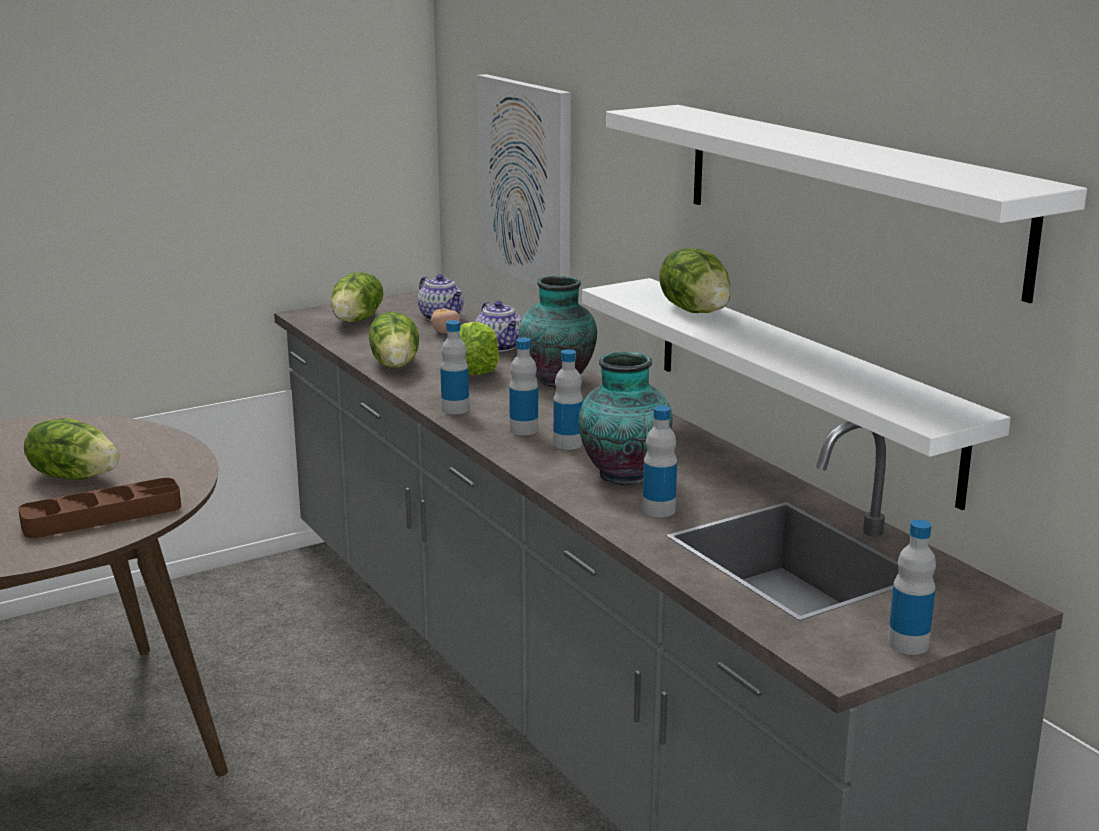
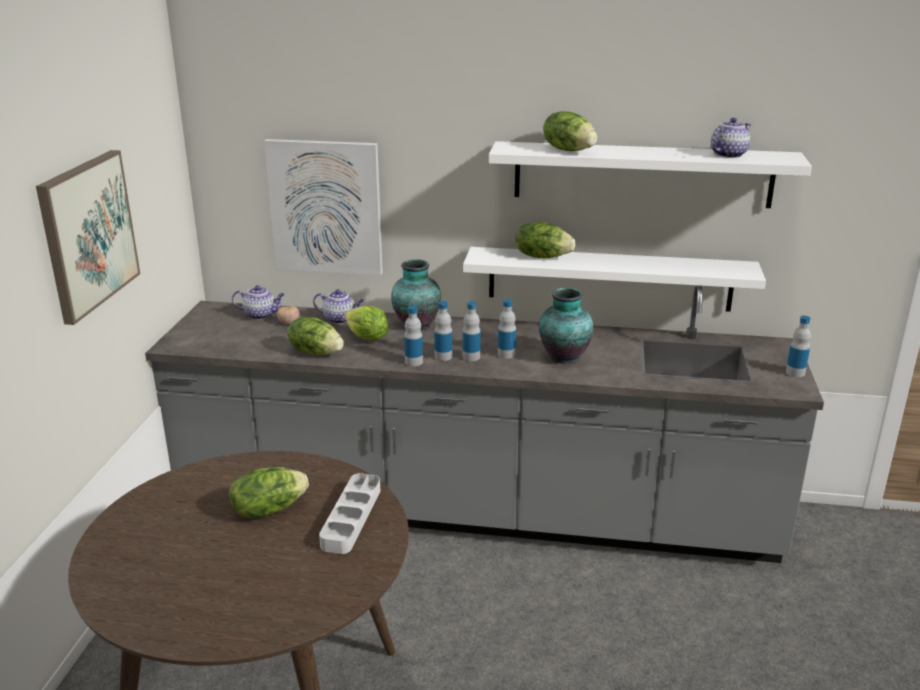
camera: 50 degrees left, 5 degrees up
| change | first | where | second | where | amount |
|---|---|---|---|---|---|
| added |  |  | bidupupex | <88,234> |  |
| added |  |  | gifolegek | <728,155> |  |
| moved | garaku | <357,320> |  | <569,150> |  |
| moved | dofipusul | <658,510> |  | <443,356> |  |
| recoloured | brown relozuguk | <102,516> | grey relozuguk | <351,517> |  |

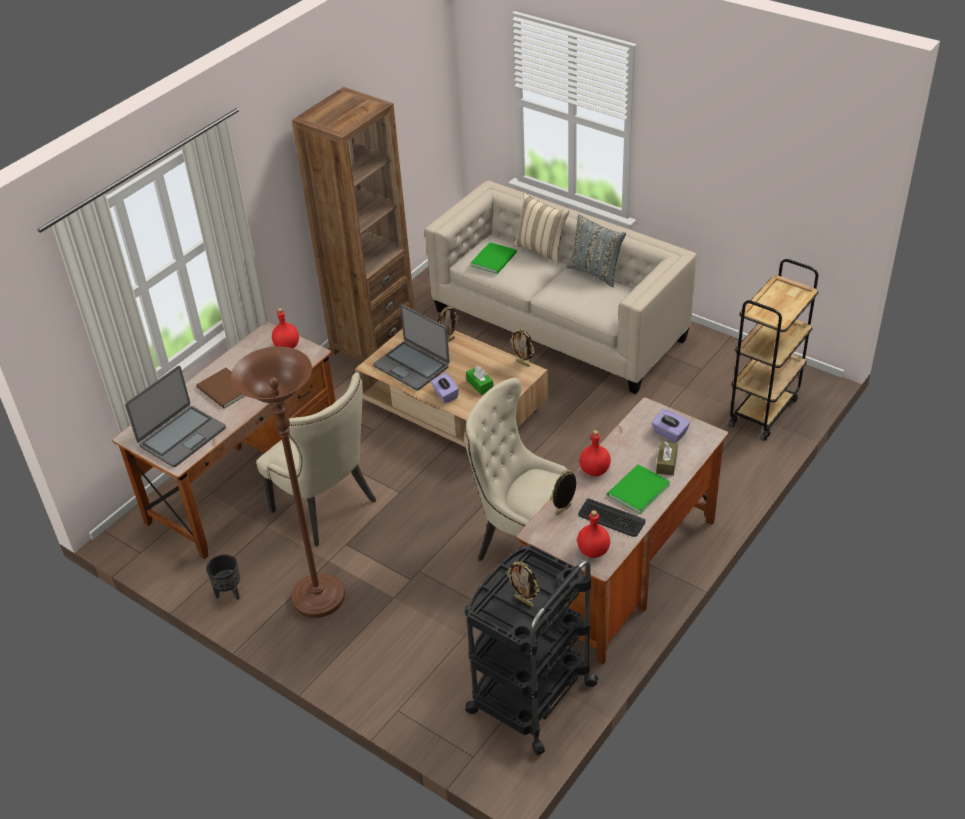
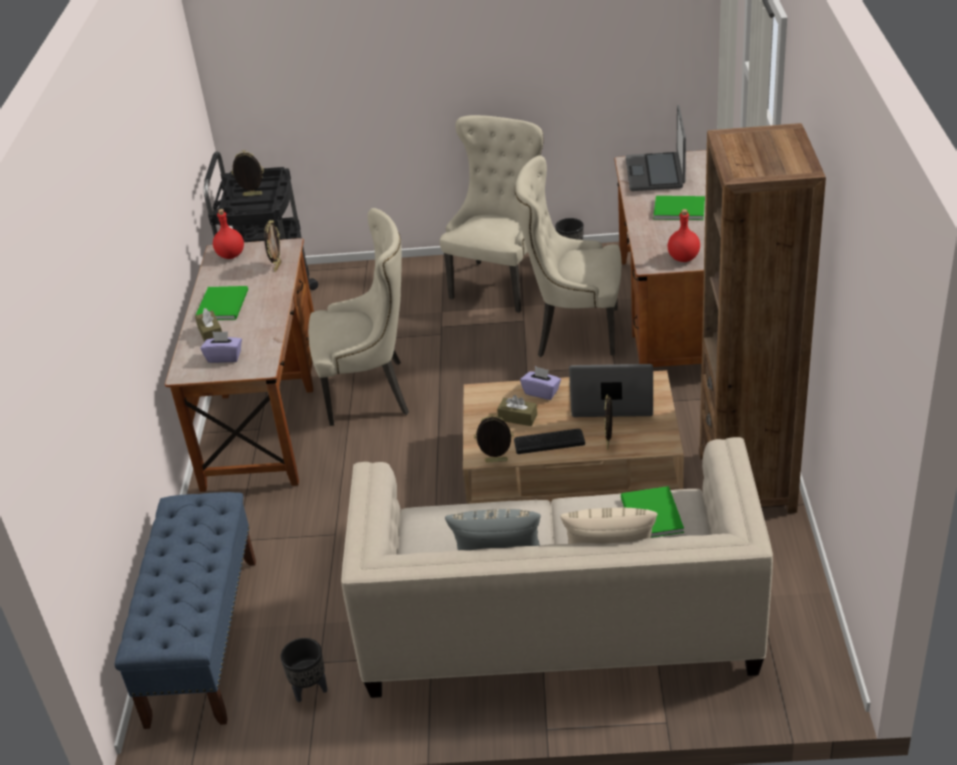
camera: 145 degrees right, 5 degrees down
| change | first | where | second | where | amount |
|---|---|---|---|---|---|
| removed | red dofipusul | <595,470> |  |  |  |
| added |  |  | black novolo | <309,690> |  |
| moved | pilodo | <611,518> |  | <549,441> |  |
| replaced | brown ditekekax | <318,598> | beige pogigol | <499,285> |  |
| replaced | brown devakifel | <764,414> | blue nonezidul | <203,639> |  |
| recoloured | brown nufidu | <224,391> | green nufidu | <677,209> |  |
| recoloured | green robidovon | <479,385> | brown robidovon | <517,417> |  |

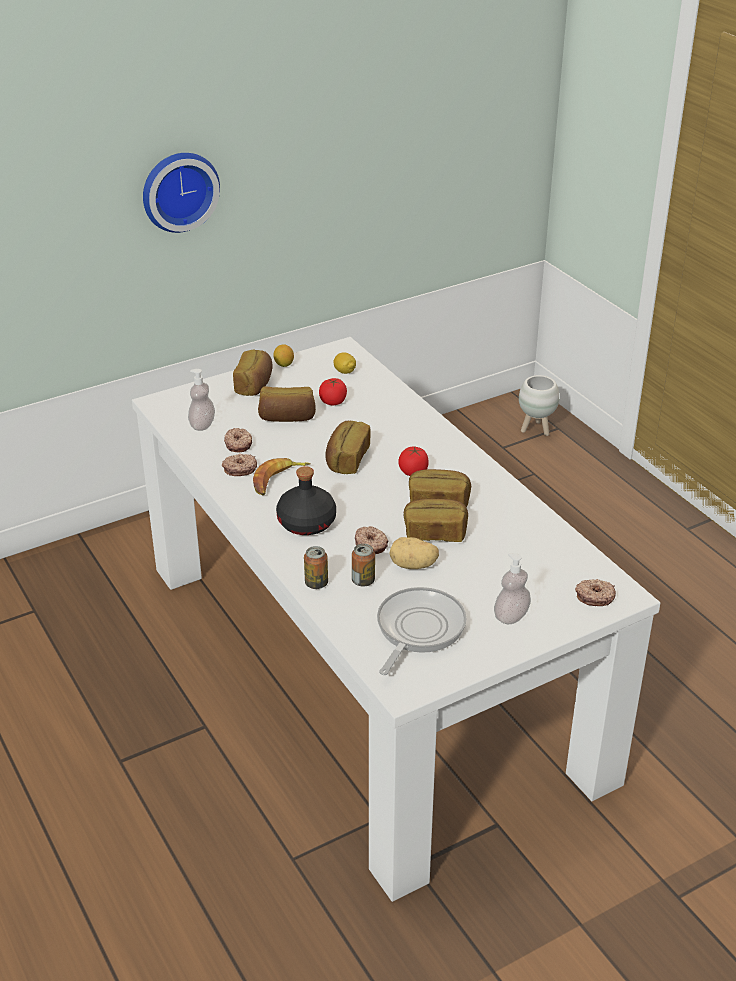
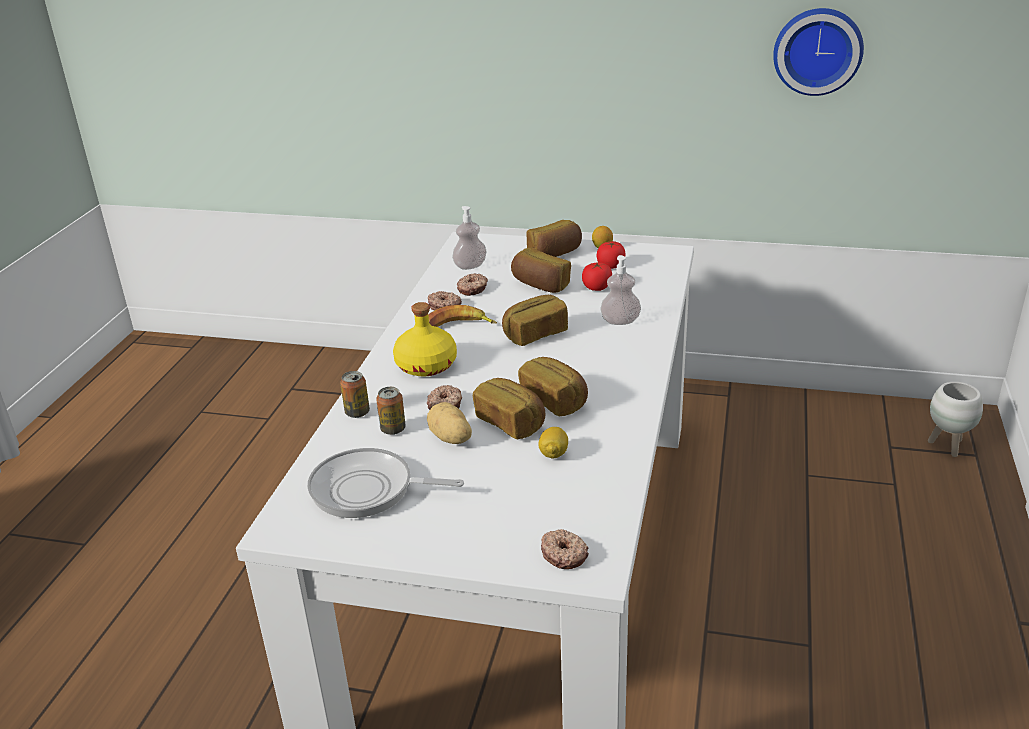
camera: 45 degrees right, 5 degrees down
| change | first | where | second | where | amount |
|---|---|---|---|---|---|
| moved | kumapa | <178,190> |  | <817,50> |  |
| moved | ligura | <344,371> |  | <553,454> |  |
| moved | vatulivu | <413,472> |  | <611,266> |  |
| moved | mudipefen | <511,616> |  | <620,321> |  |
| recoloured | black dofipusul | <307,522> | yellow dofipusul | <427,365> |  |
| turned | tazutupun | <418,629> |  | <368,490> | 150 degrees counterclockwise |

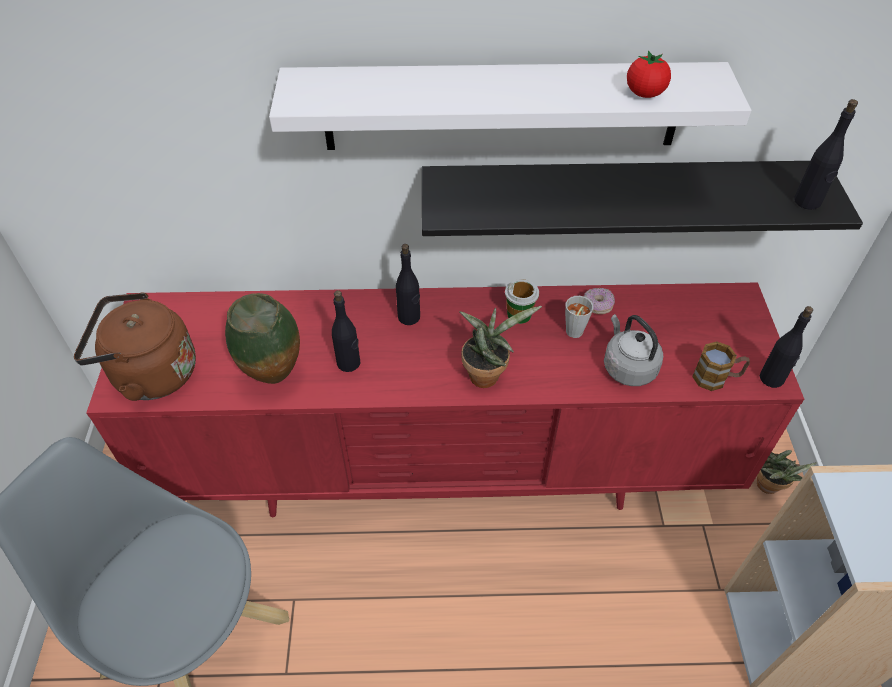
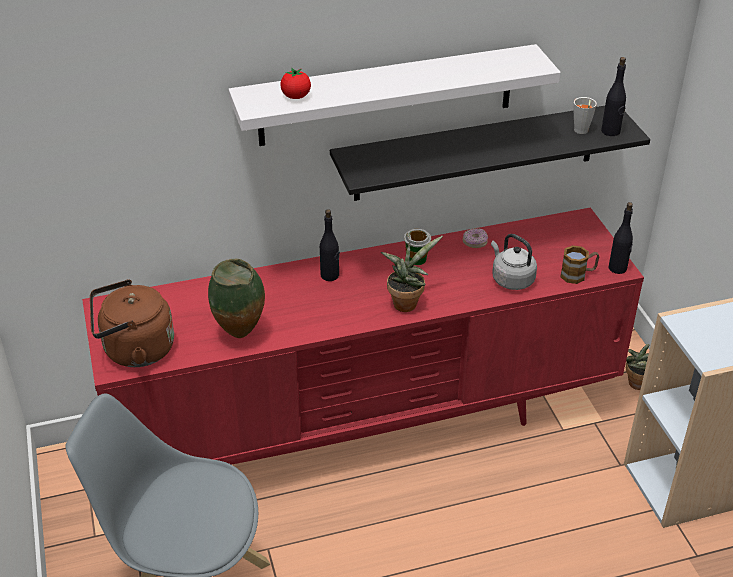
camera: 15 degrees left, 10 degrees down
| change | first | where | second | where | amount |
|---|---|---|---|---|---|
| removed | black dofipusul | <349,363> |  |  |  |
| moved | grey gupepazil | <572,334> |  | <580,132> |  |
| moved | vatulivu | <644,94> |  | <296,96> |  |

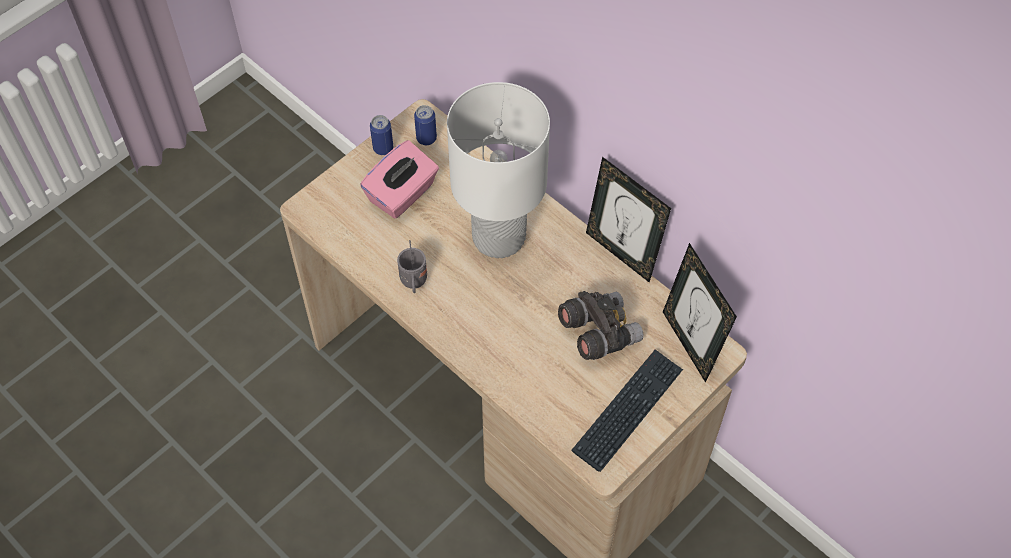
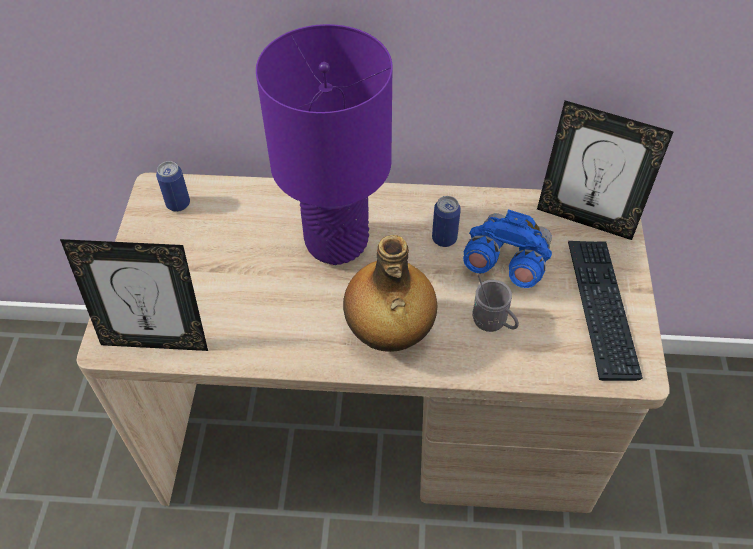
camera: 40 degrees left, 5 degrees down
| change | first | where | second | where | amount |
|---|---|---|---|---|---|
| removed | pink robidovon | <402,194> |  |  |  |
| added |  |  | dofipusul | <388,334> |  |
| moved | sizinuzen | <383,148> |  | <444,239> |  |
| moved | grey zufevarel | <414,283> |  | <493,323> |  |
| moved | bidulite | <622,253> |  | <156,340> |  |
| recoloured | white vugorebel | <500,240> | purple vugorebel | <337,244> |  |
| recoloured | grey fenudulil | <598,333> | blue fenudulil | <505,262> |  |

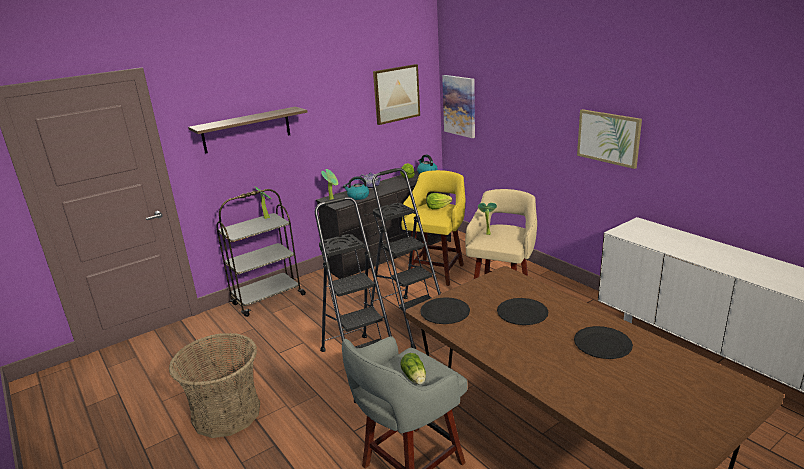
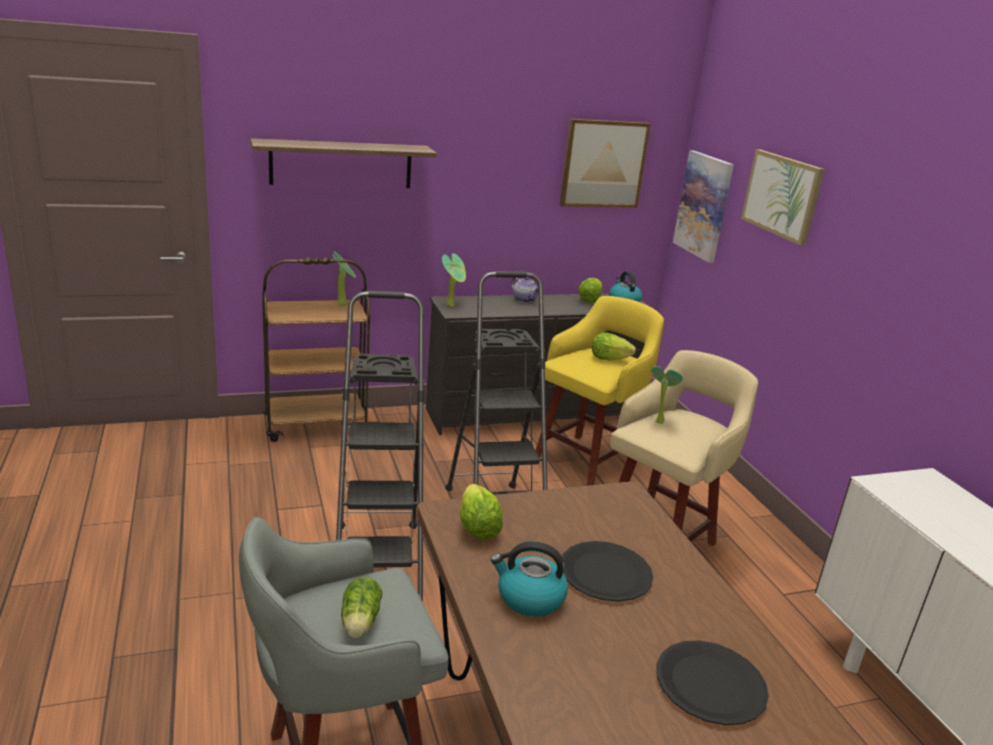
camera: 15 degrees right, 0 degrees up
| change | first | where | second | where | amount |
|---|---|---|---|---|---|
| removed | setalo | <226,413> |  |  |  |
| moved | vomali | <358,197> |  | <529,598> |  |
| moved | bidupupex | <608,137> |  | <782,195> |  |
| replaced | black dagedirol | <445,312> | garaku | <477,528> |  |
| recoloured | grey devakifel | <267,300> | brown devakifel | <317,427> |  |

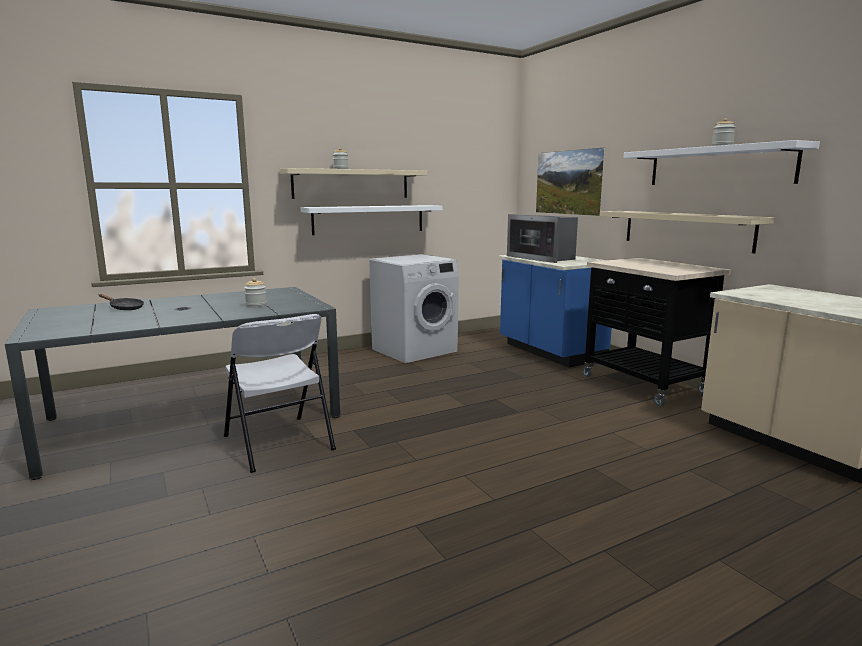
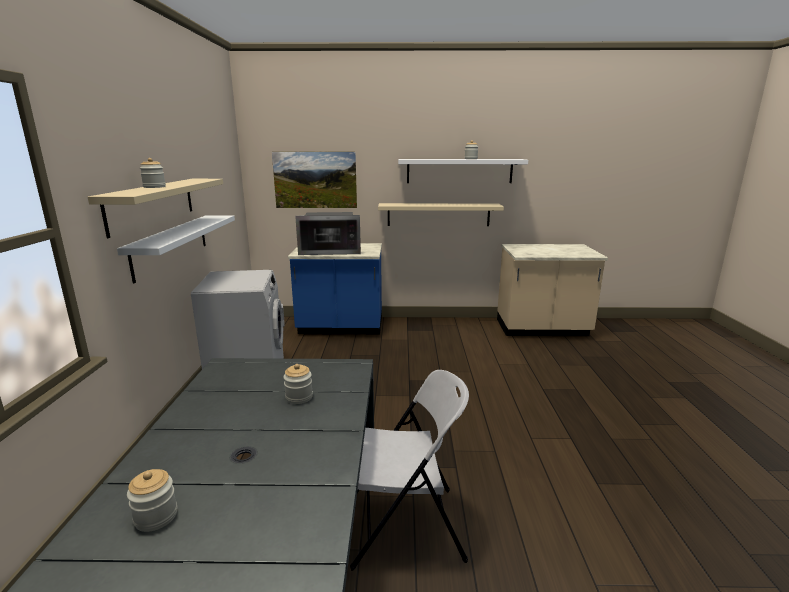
camera: 60 degrees left, 5 degrees up
| change | first | where | second | where | amount |
|---|---|---|---|---|---|
| removed | black devakifel | <644,385> |  |  |  |
| replaced | black tazutupun | <124,308> | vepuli | <156,516> |  |

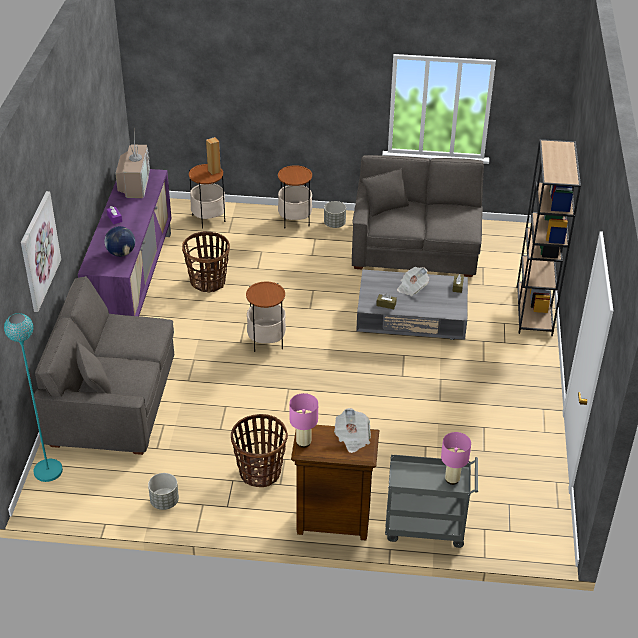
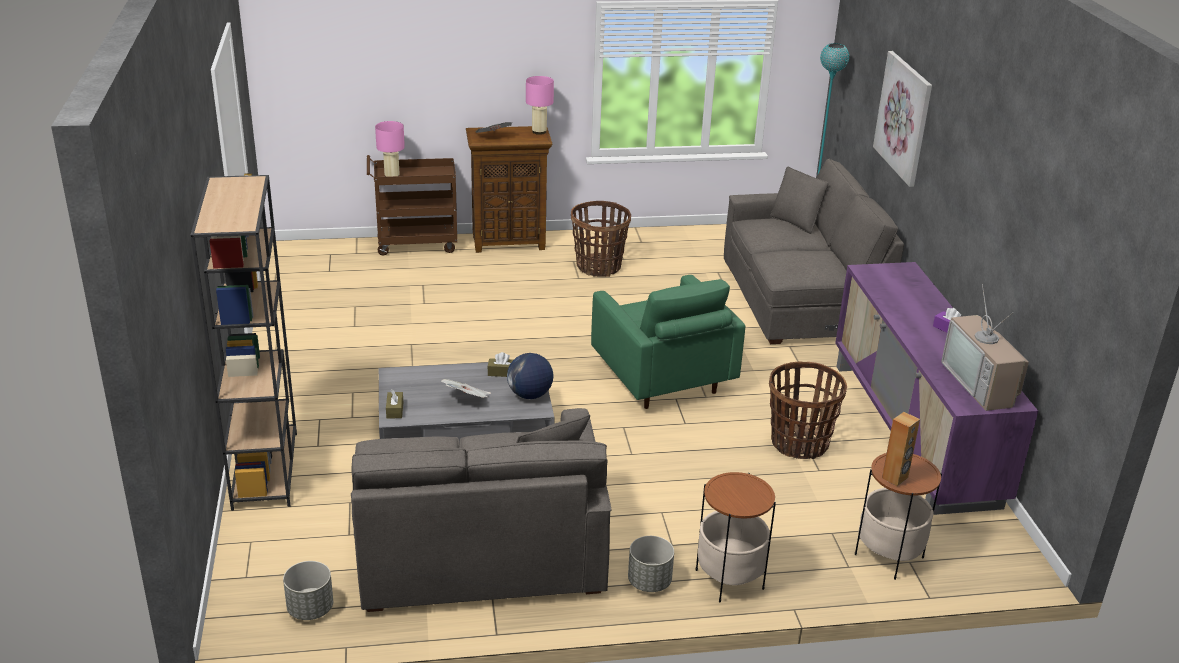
camera: 165 degrees right, 10 degrees down
| change | first | where | second | where | amount |
|---|---|---|---|---|---|
| moved | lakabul | <121,253> |  | <530,395> |  |
| moved | grey novolo | <164,501> |  | <310,609> |  |
| replaced | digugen | <266,340> | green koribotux | <662,379> |  |
| recoloured | grey devakifel | <427,531> | brown devakifel | <414,246> |  |

